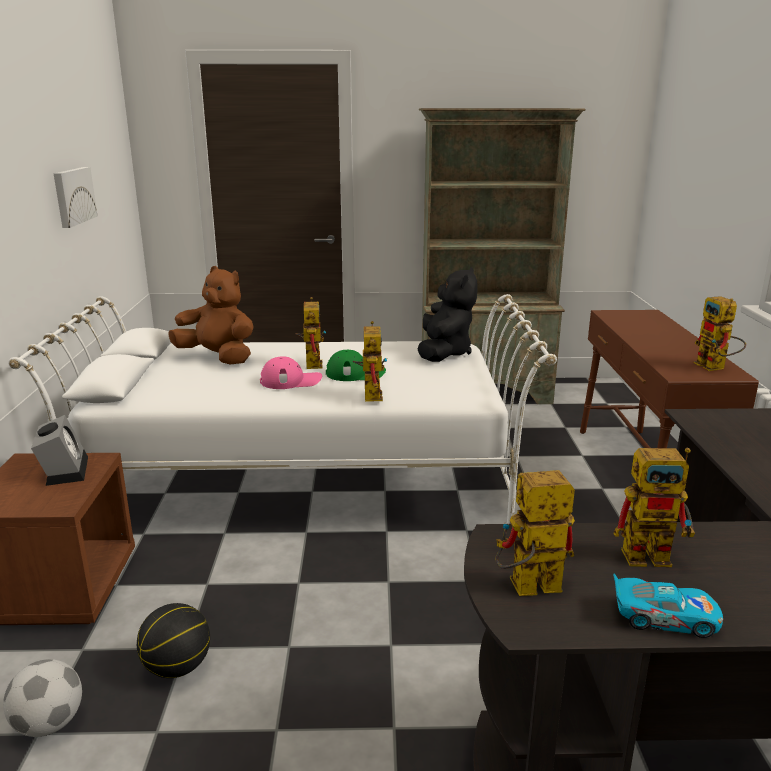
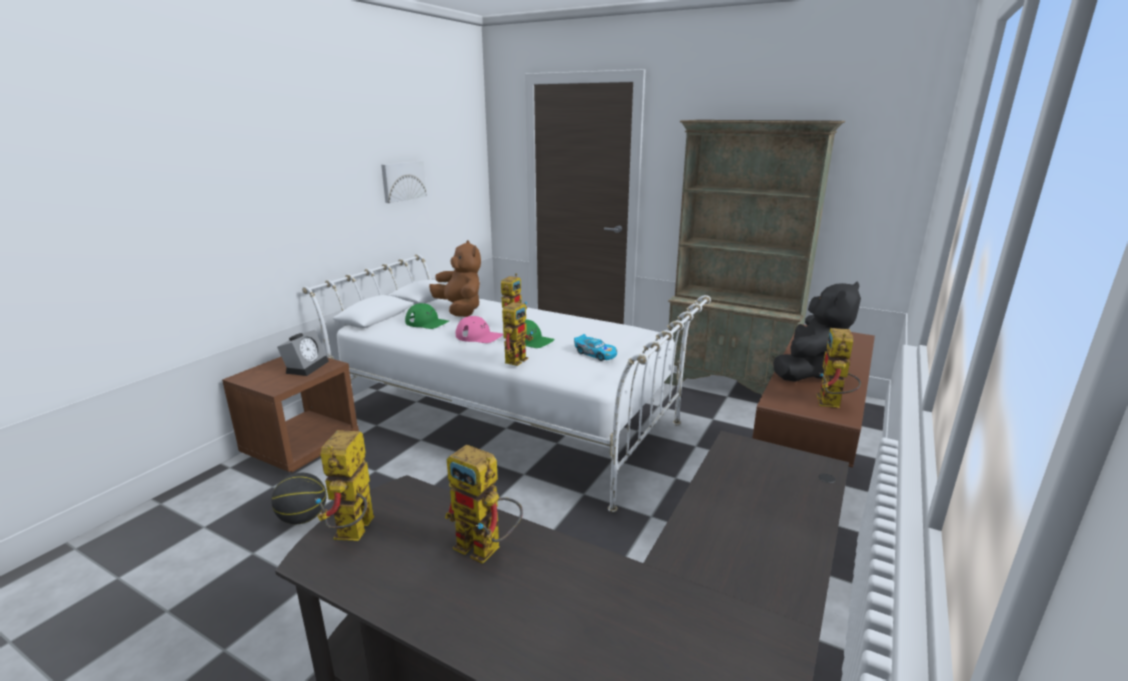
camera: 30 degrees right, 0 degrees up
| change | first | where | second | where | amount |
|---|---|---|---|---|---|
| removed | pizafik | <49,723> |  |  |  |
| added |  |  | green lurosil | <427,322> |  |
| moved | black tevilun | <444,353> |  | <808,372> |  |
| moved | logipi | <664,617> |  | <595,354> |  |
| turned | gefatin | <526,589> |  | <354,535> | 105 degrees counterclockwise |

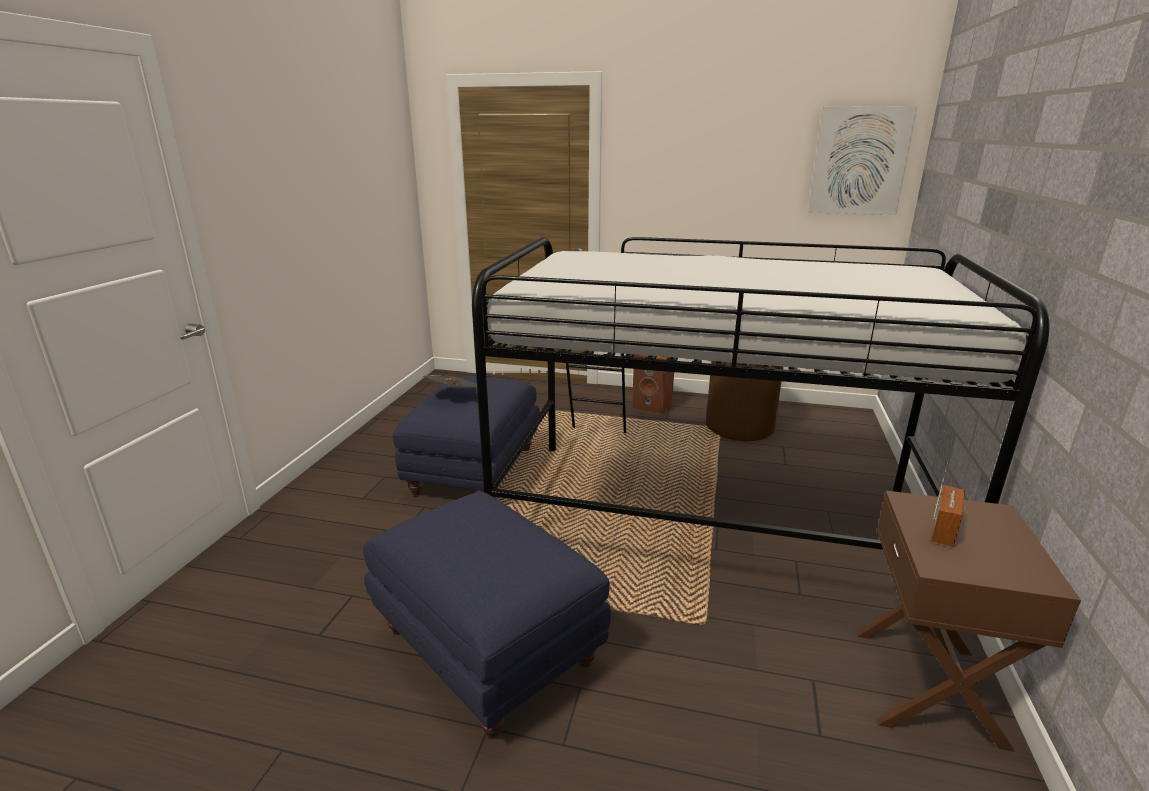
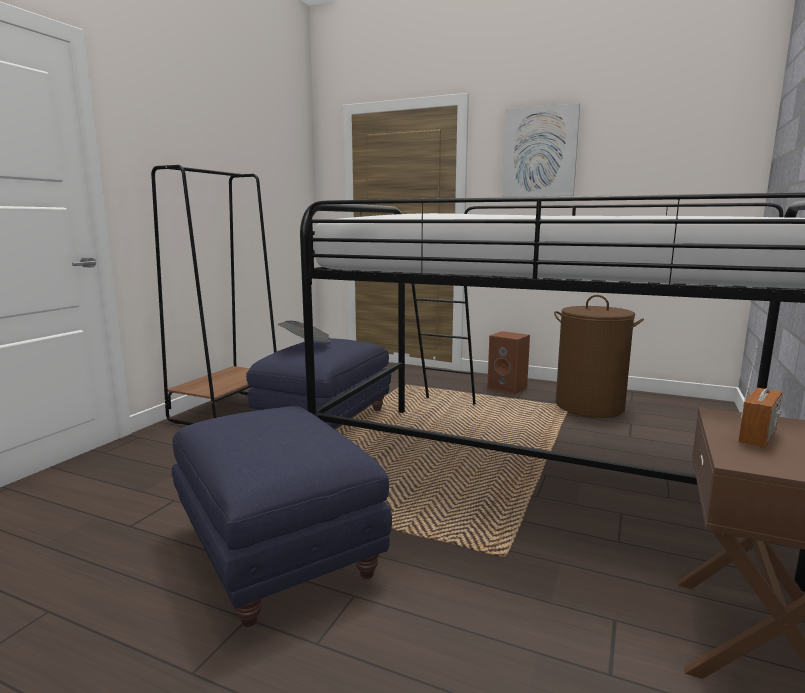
camera: 10 degrees right, 10 degrees down
| change | first | where | second | where | amount |
|---|---|---|---|---|---|
| added |  |  | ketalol | <227,410> |  |
| moved | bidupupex | <859,161> |  | <540,152> |  |

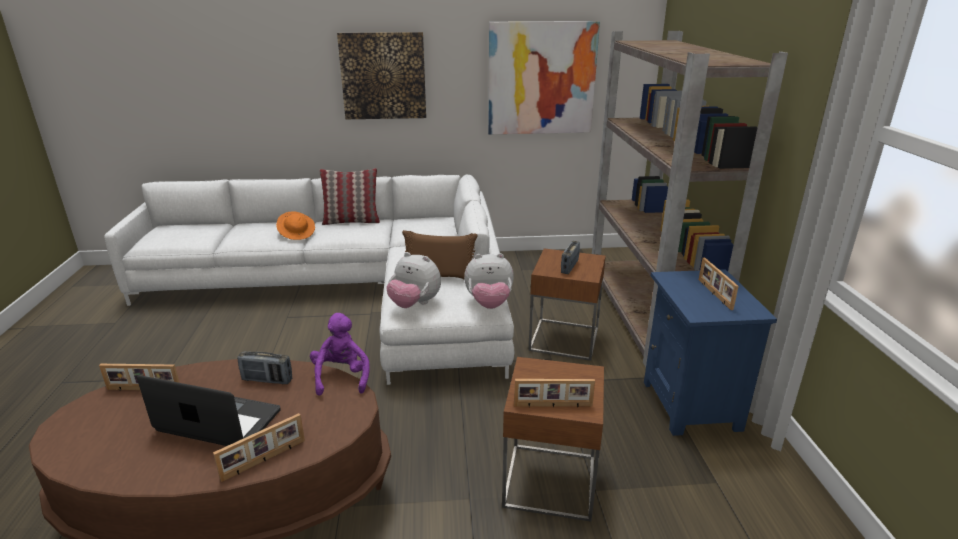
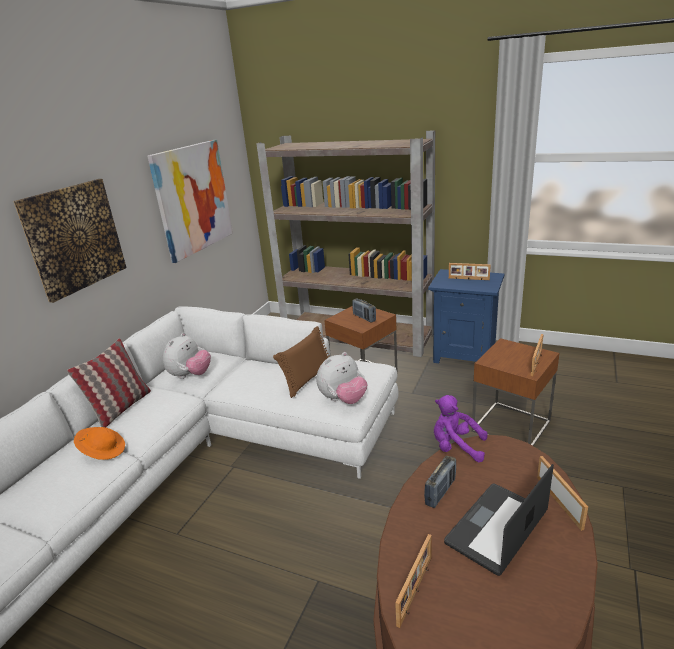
camera: 60 degrees left, 0 degrees up
| change | first | where | second | where | amount |
|---|---|---|---|---|---|
| moved | tevilun | <489,304> |  | <190,375> |  |

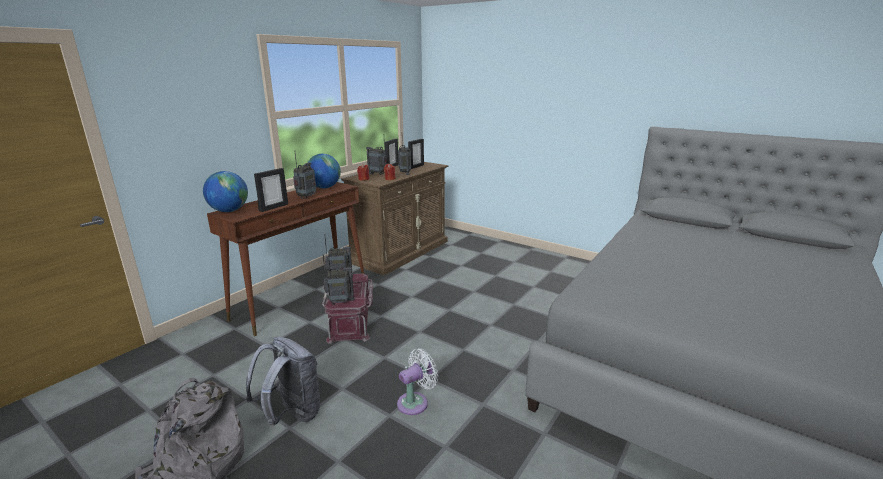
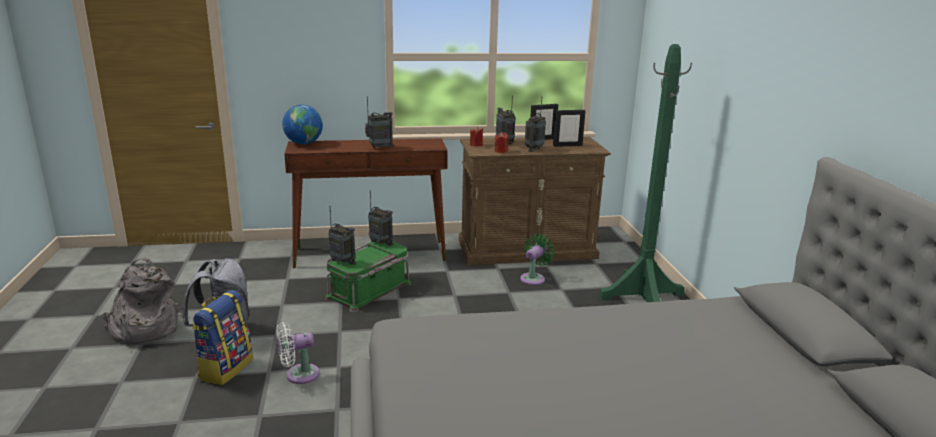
camera: 45 degrees right, 0 degrees up
| change | first | where | second | where | amount |
|---|---|---|---|---|---|
| removed | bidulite | <273,207> |  |  |  |
| removed | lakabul | <324,187> |  |  |  |
| added |  |  | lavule | <225,368> |  |
| added |  |  | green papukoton | <534,278> |  |
| added |  |  | green ketalol | <641,296> |  |
| recoloured | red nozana | <351,321> | green nozana | <370,290> |  |
| turned | white papukoton | <415,402> |  | <299,375> | 150 degrees clockwise |

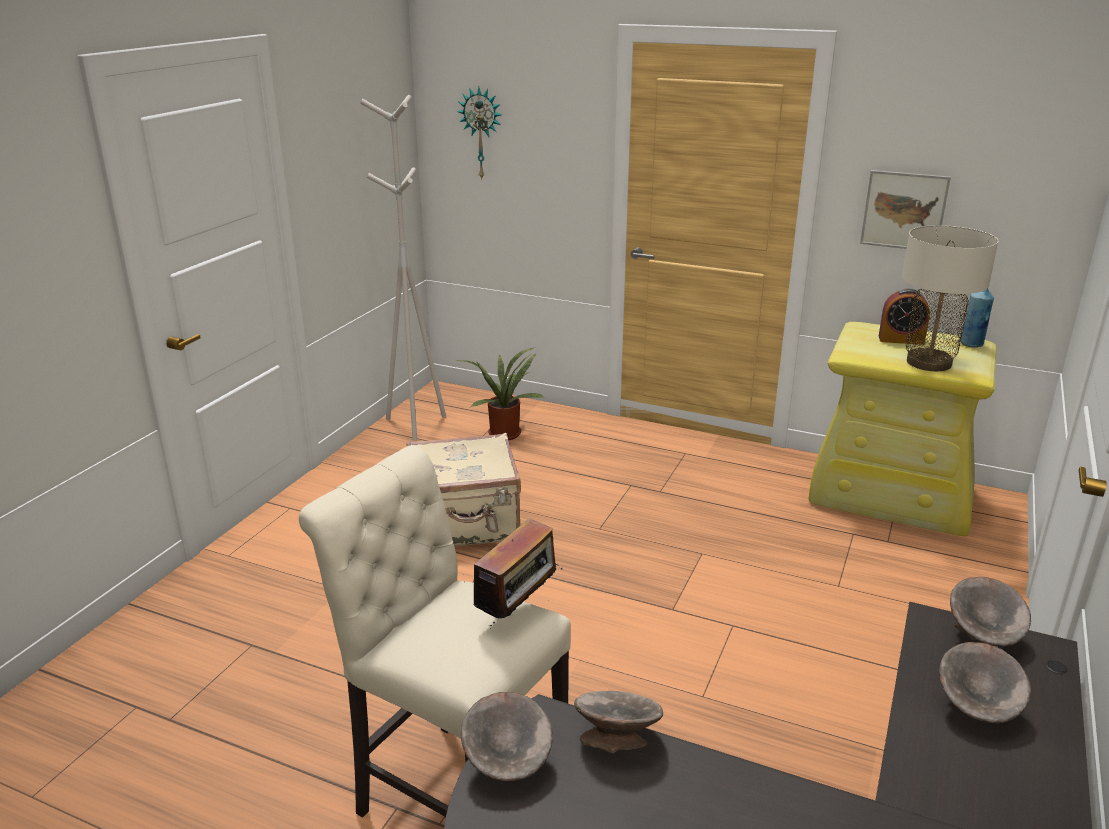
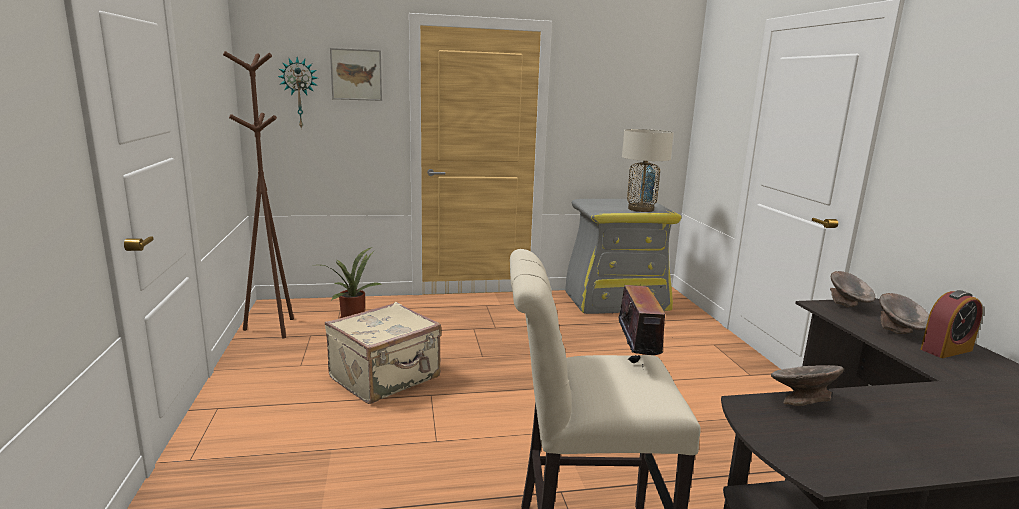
camera: 35 degrees left, 10 degrees down
| change | first | where | second | where | amount |
|---|---|---|---|---|---|
| removed | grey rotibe | <508,766> |  |  |  |
| moved | bidupupex | <904,210> |  | <356,74> |  |
| moved | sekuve | <901,340> |  | <946,350> |  |
| recoloured | grey ketalol | <416,424> | brown ketalol | <274,328> |  |
| recoloured | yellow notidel | <892,497> | grey notidel | <617,301> |  |

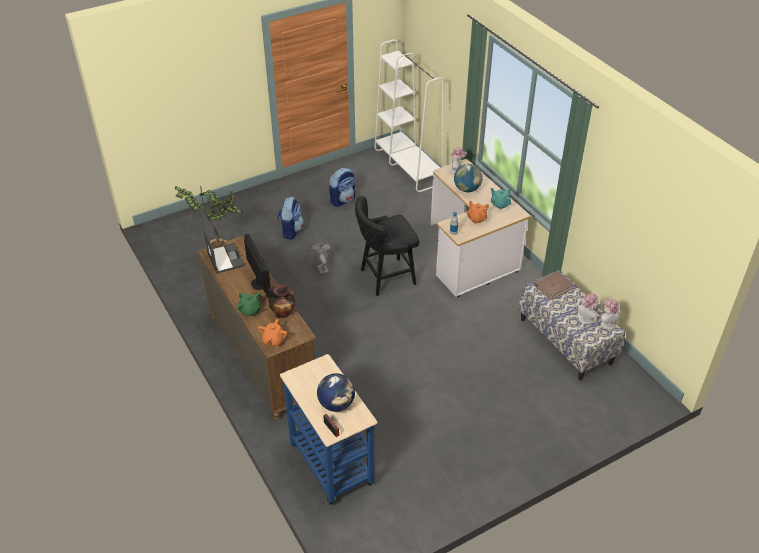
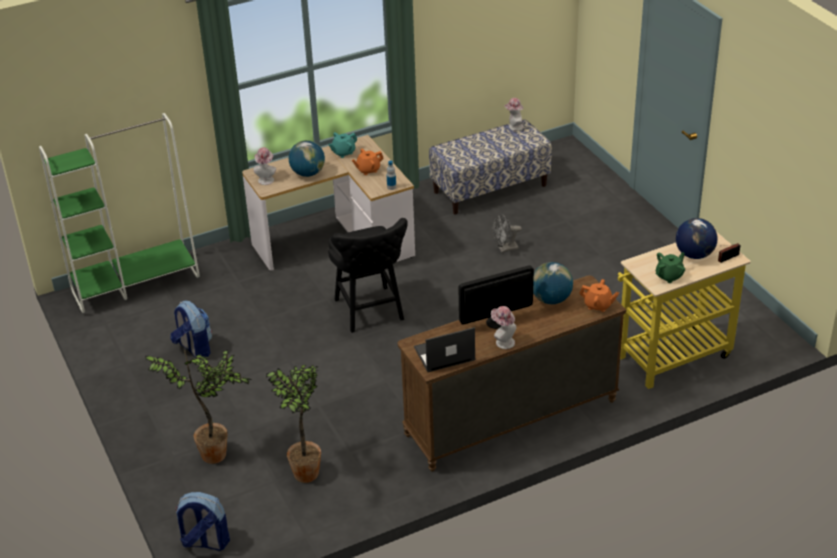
camera: 85 degrees left, 5 degrees down
| change | first | where | second | where | amount |
|---|---|---|---|---|---|
| removed | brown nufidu | <553,286> |  |  |  |
| added |  |  | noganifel | <217,453> |  |
| moved | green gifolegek | <250,311> |  | <669,276> |  |
| moved | lavule | <291,231> |  | <205,542> |  |
| moved | grey papukoton | <321,268> |  | <505,249> |  |
| moved | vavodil | <586,317> |  | <503,341> |  |
| replaced | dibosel | <283,313> | lakabul | <551,299> |  |
| recoloured | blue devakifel | <330,463> | yellow devakifel | <672,357> |  |
| recoloured | white ketalol | <408,167> | green ketalol | <136,285> |  |

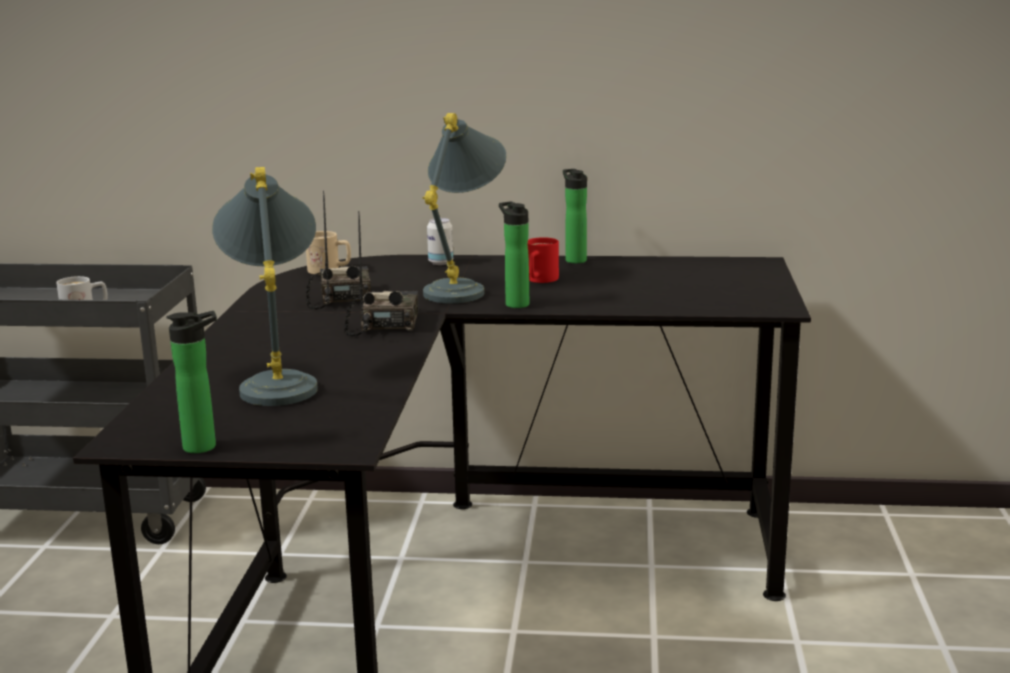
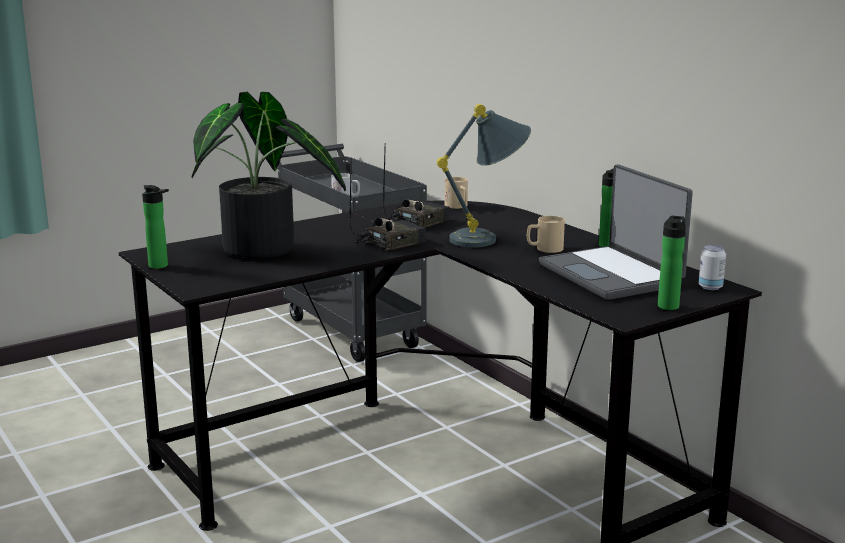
camera: 50 degrees right, 0 degrees up
| change | first | where | second | where | amount |
|---|---|---|---|---|---|
| added |  |  | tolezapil | <612,275> |  |
| moved | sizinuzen | <440,262> |  | <710,287> |  |
| moved | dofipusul | <515,304> |  | <668,305> |  |
| replaced | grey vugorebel | <278,381> | noganifel | <264,251> |  |
| recoloured | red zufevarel | <539,280> | beige zufevarel | <544,249> |  |

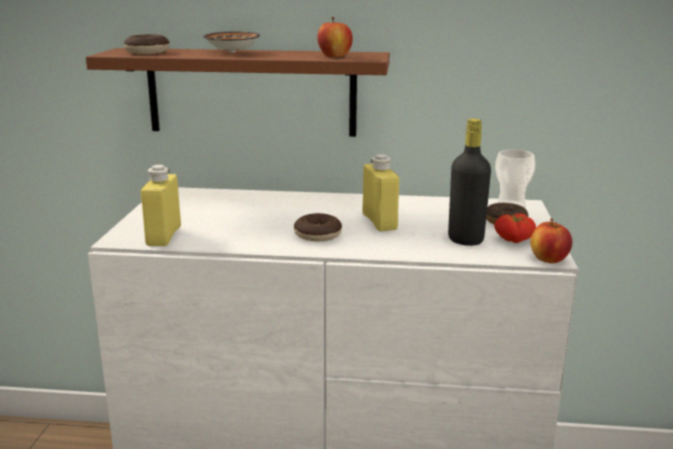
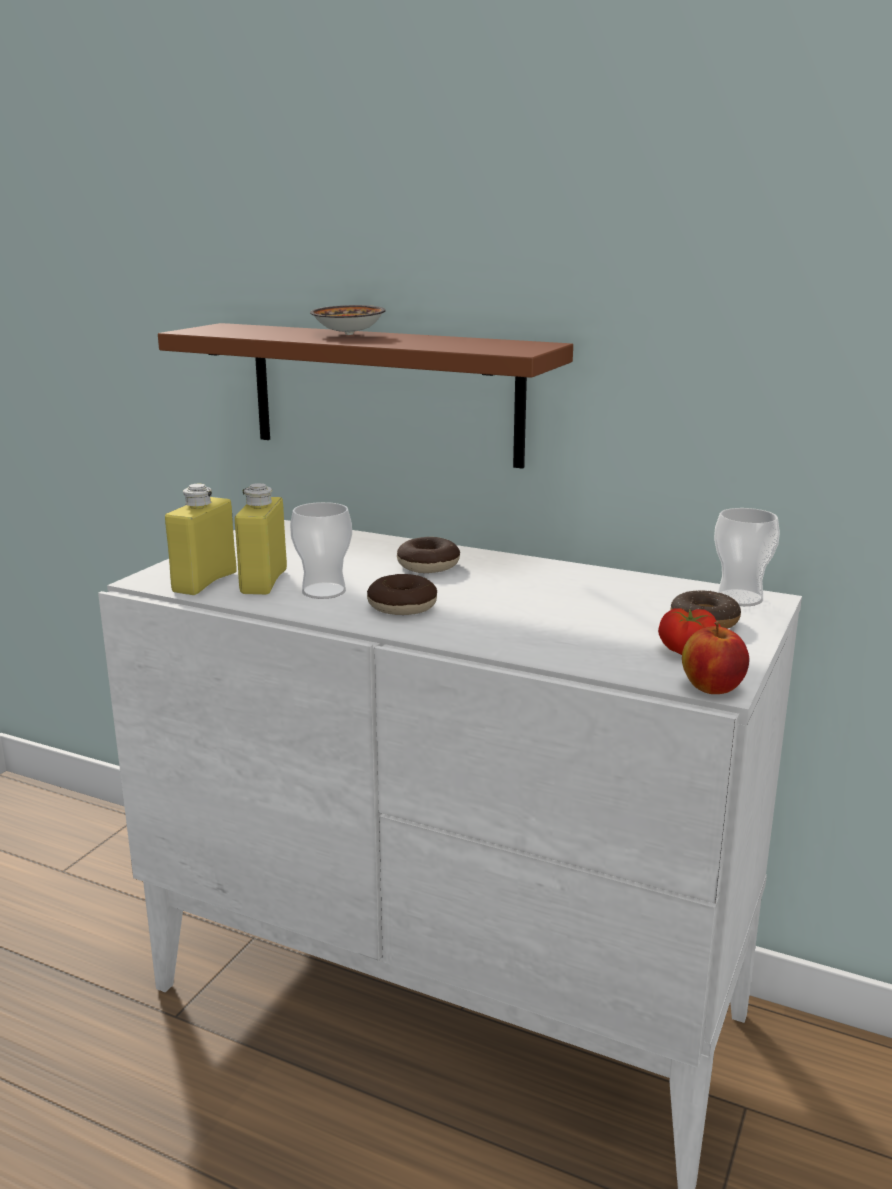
camera: 20 degrees right, 0 degrees up
| change | first | where | second | where | amount |
|---|---|---|---|---|---|
| removed | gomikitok | <335,56> |  |  |  |
| removed | black dofipusul | <465,240> |  |  |  |
| added |  |  | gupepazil | <324,591> |  |
| moved | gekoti | <147,52> |  | <428,565> |  |
| moved | yellow dofipusul | <379,222> |  | <264,582> |  |

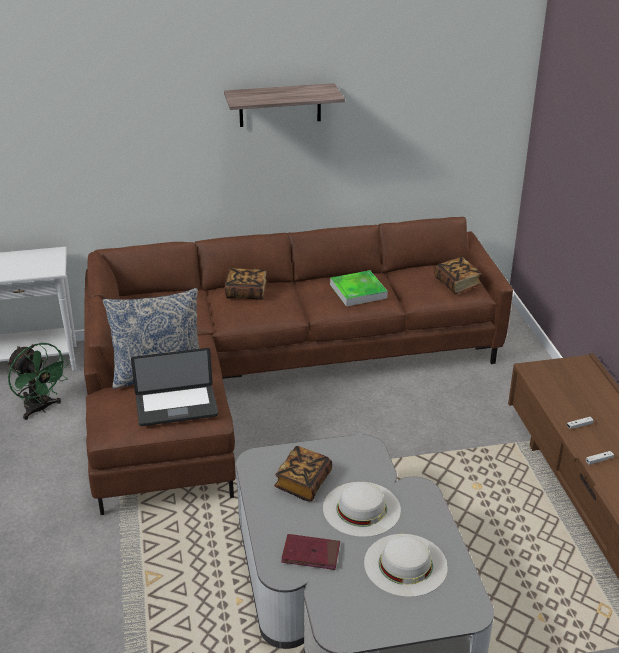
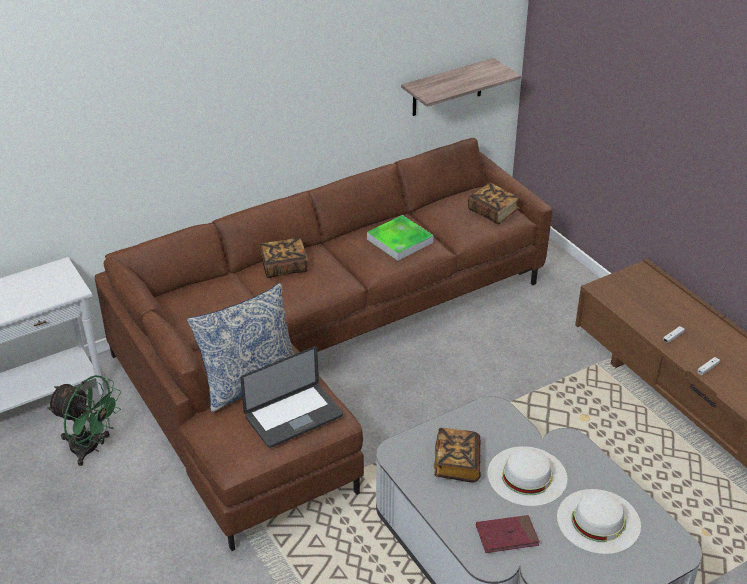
camera: 20 degrees left, 5 degrees up
| change | first | where | second | where | amount |
|---|---|---|---|---|---|
| moved | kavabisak | <280,105> |  | <447,88> |  |

